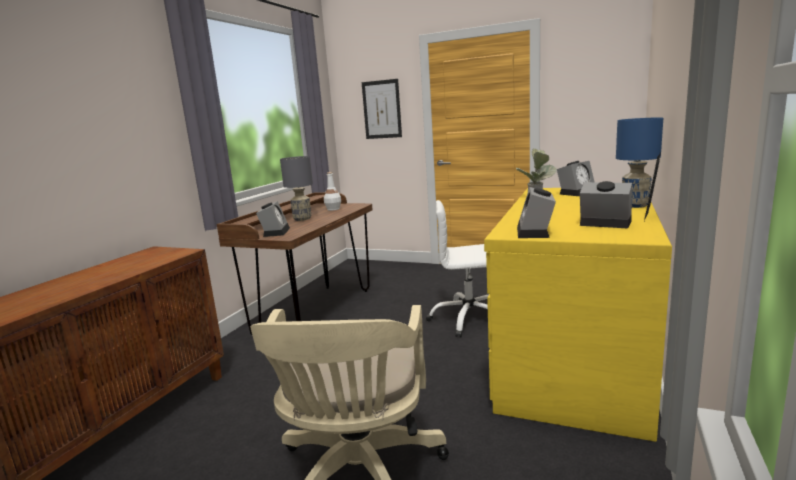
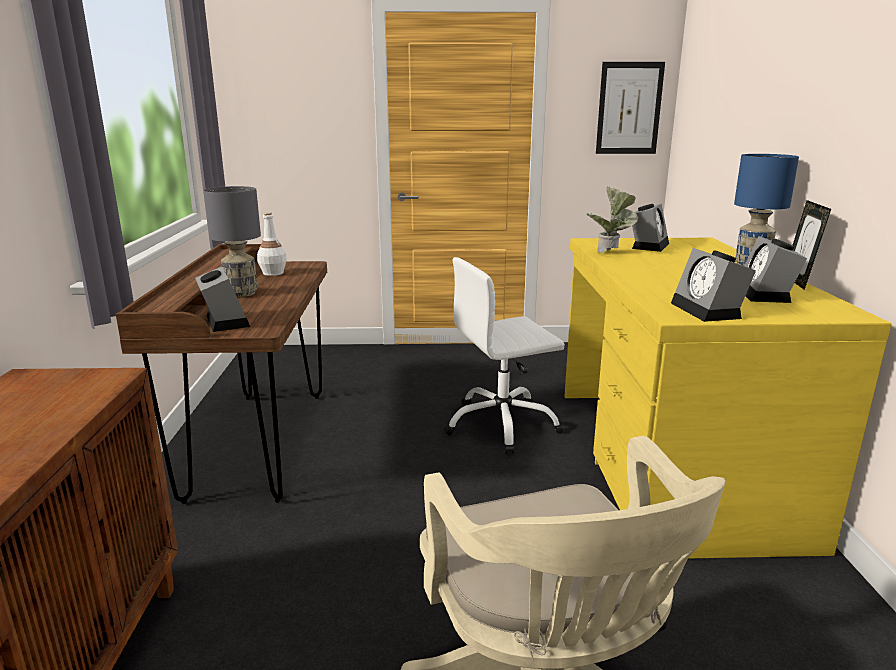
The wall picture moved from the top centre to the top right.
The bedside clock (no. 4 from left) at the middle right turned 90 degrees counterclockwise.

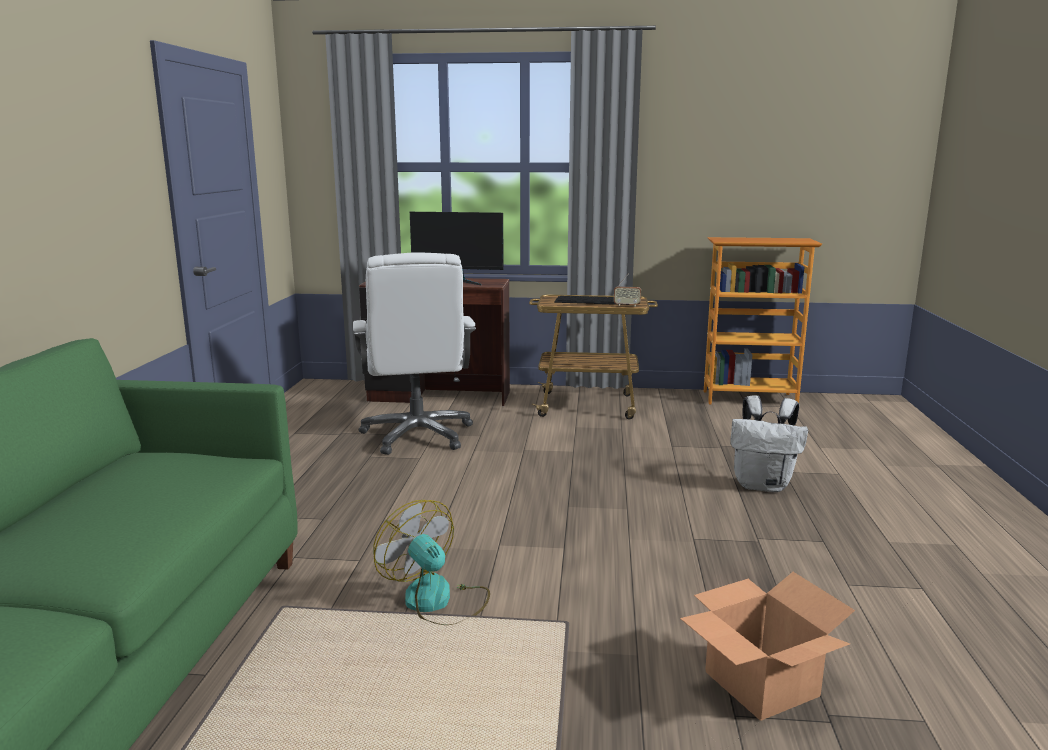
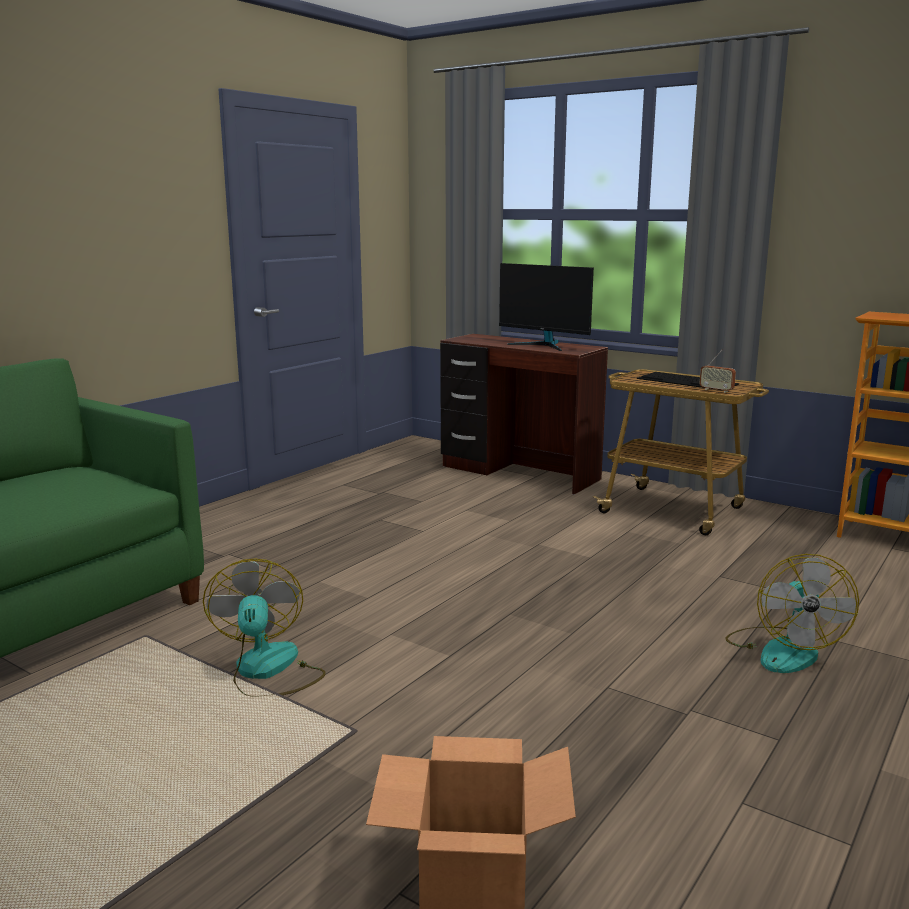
The whitish knapsack at the middle right was replaced by the fan (no. 2 from left) at the bottom right.
The whitish computer chair at the centre disappeared.

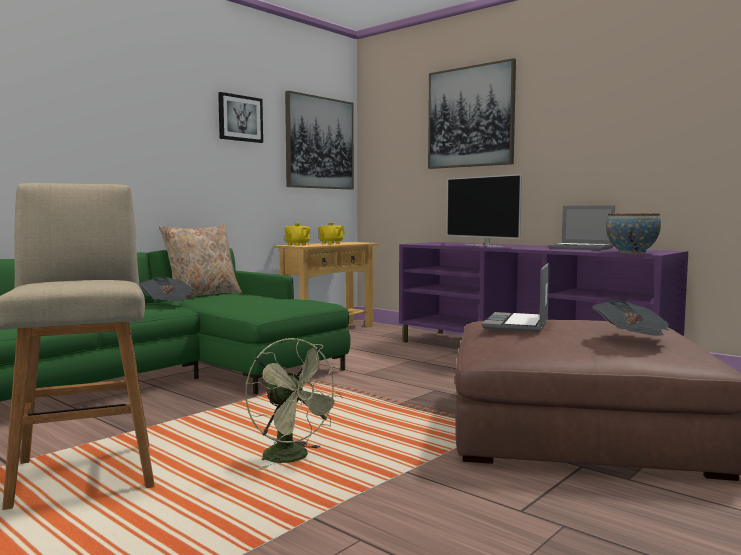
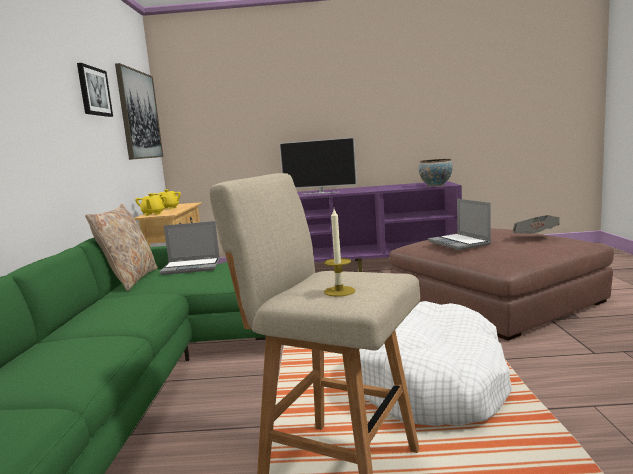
The laptop (no. 2 from left in the first image) moved from the middle right to the middle left.
The wax candle at the centre appeared.
The green-coloured fan at the bottom centre was replaced by the whitish dog cushion at the bottom right.
The daily paper (no. 1 from left) at the middle left disappeared.
The wall picture (no. 3 from left) at the top centre disappeared.

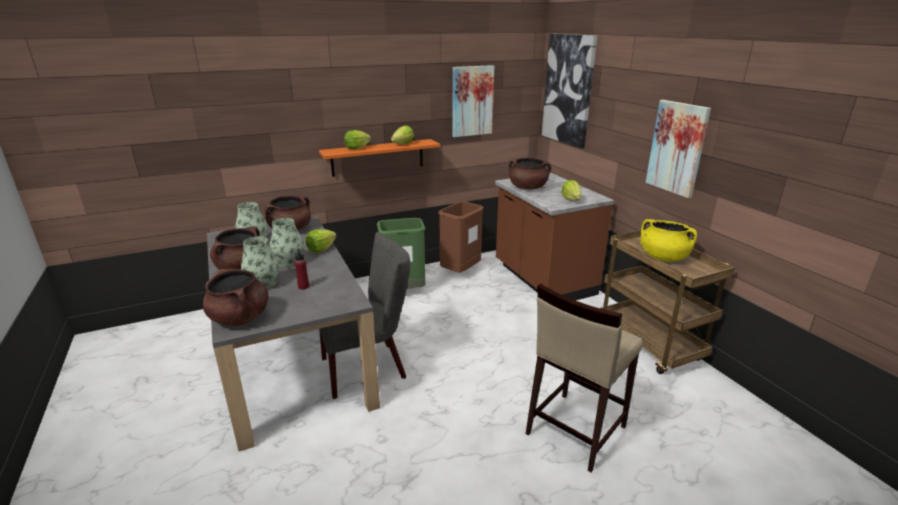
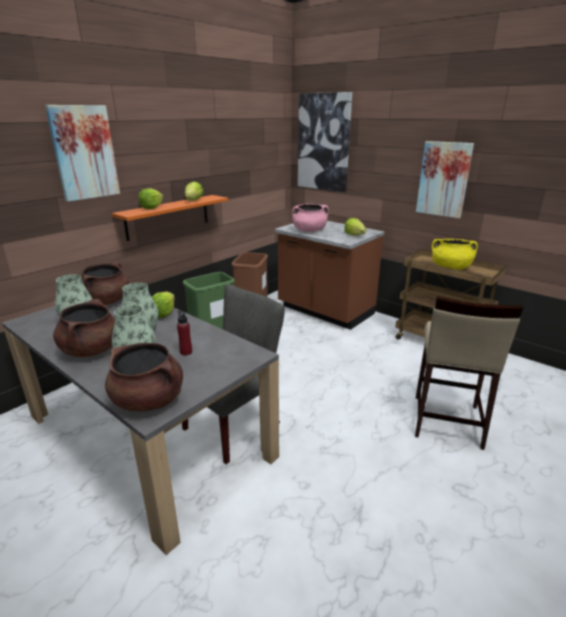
The wall picture (no. 1 from left) moved from the top centre to the top left.
The brownish saucepot (no. 4 from left) at the centre became the pinkish saucepot at the centre.

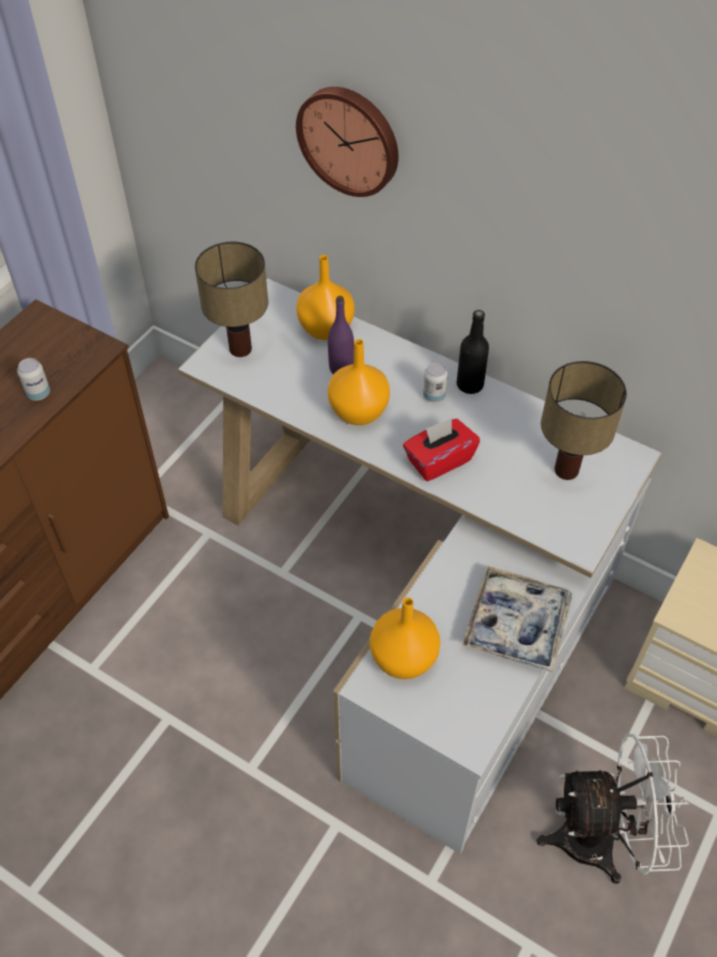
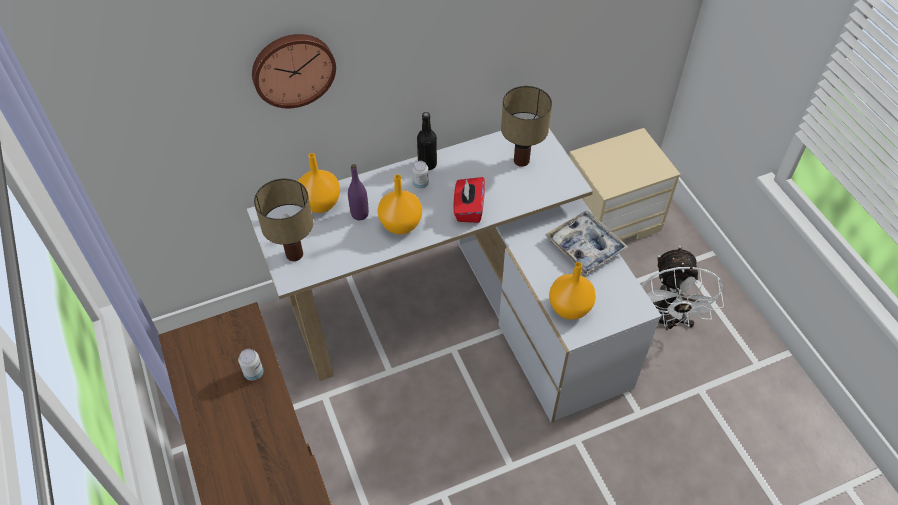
The whitish fan at the bottom right turned 150 degrees clockwise.

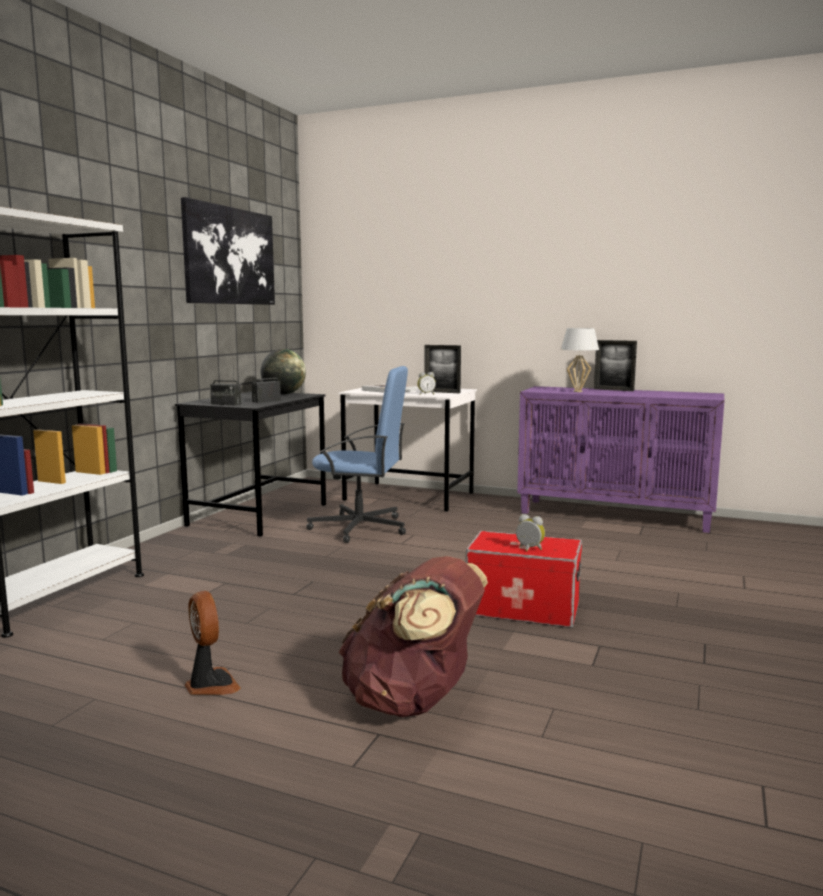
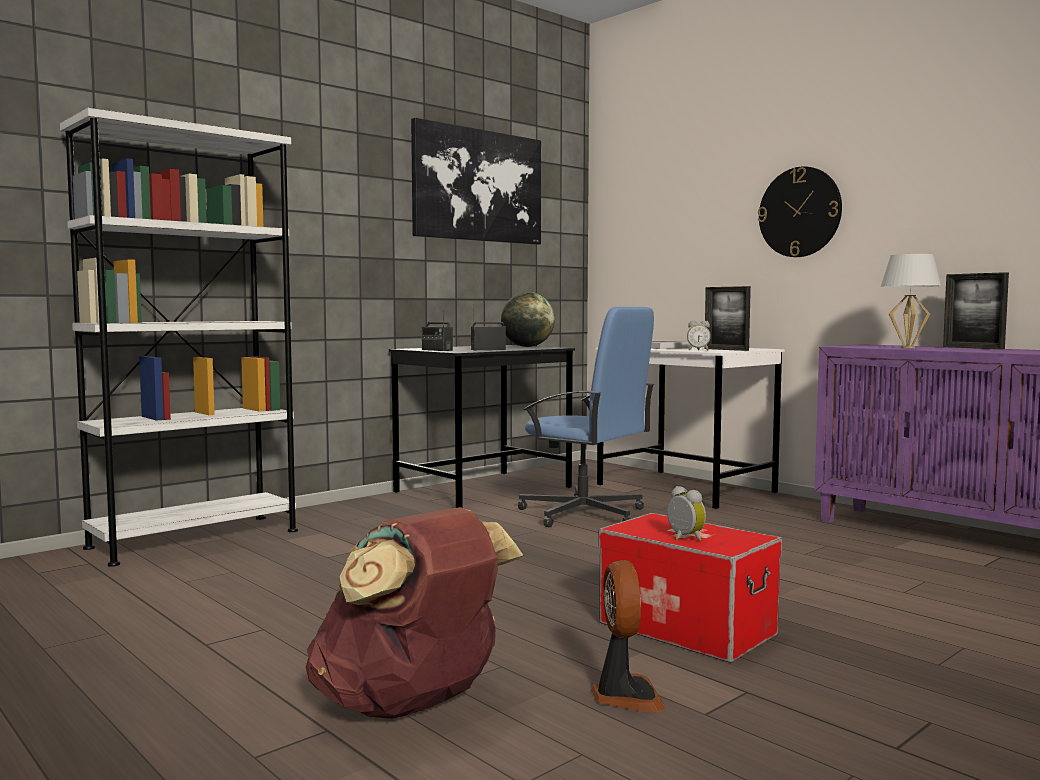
The fan moved from the bottom left to the bottom centre.
The wall clock at the top right appeared.

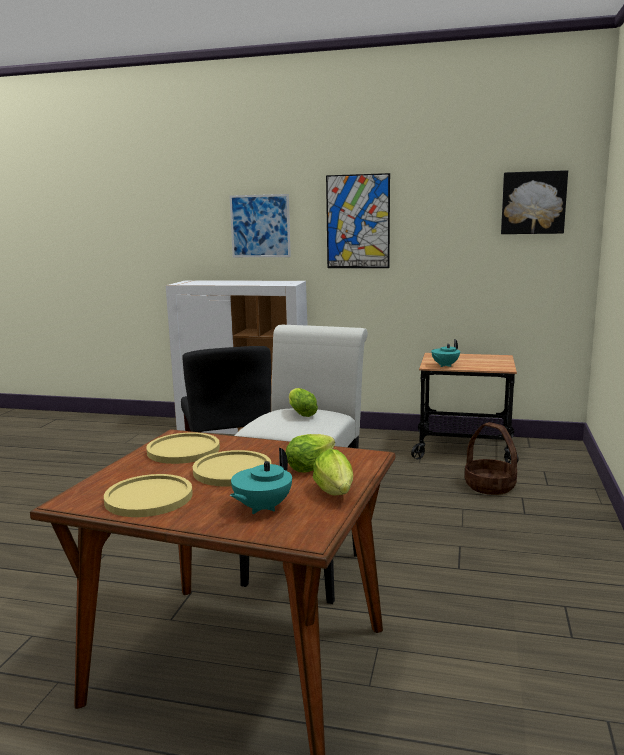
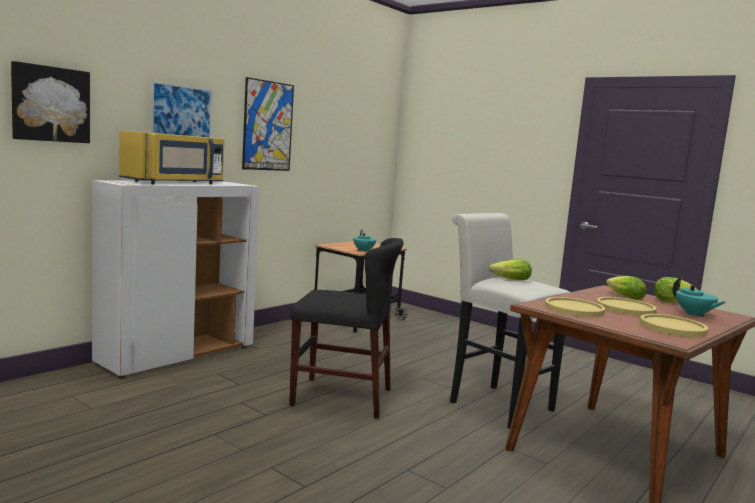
The wall picture (no. 3 from left in the first image) moved from the top right to the top left.
The yellow-coloured microwave oven at the top left appeared.
The storage basket at the middle right disappeared.

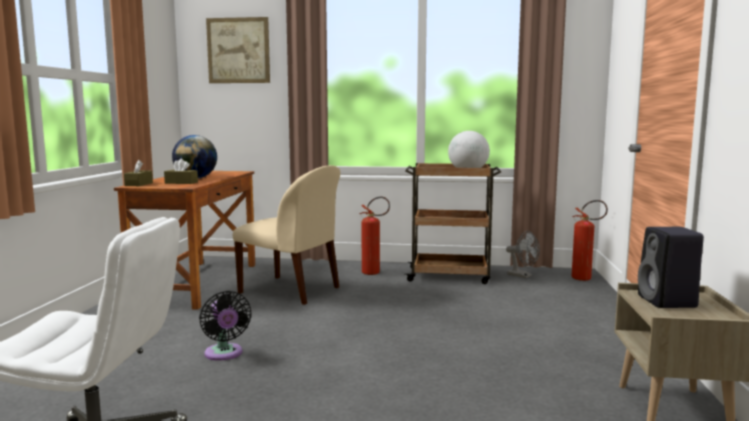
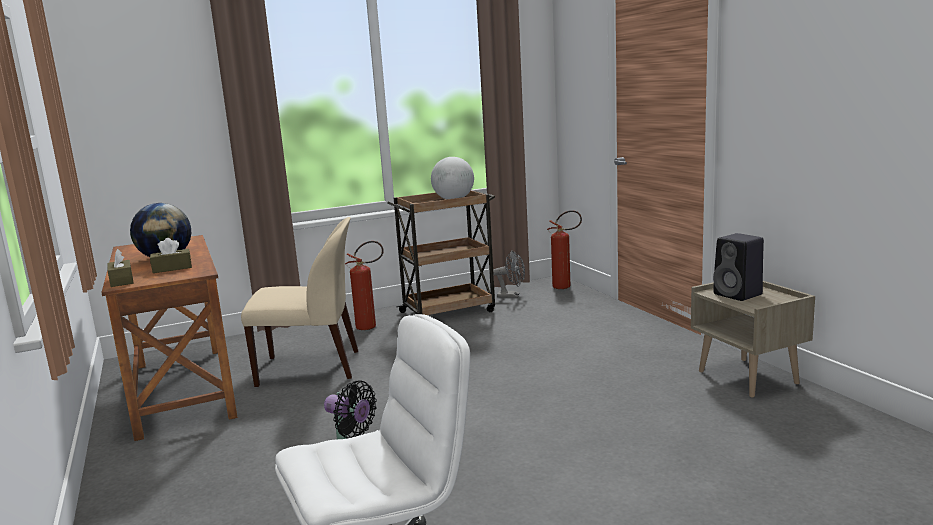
The wall picture at the top left disappeared.

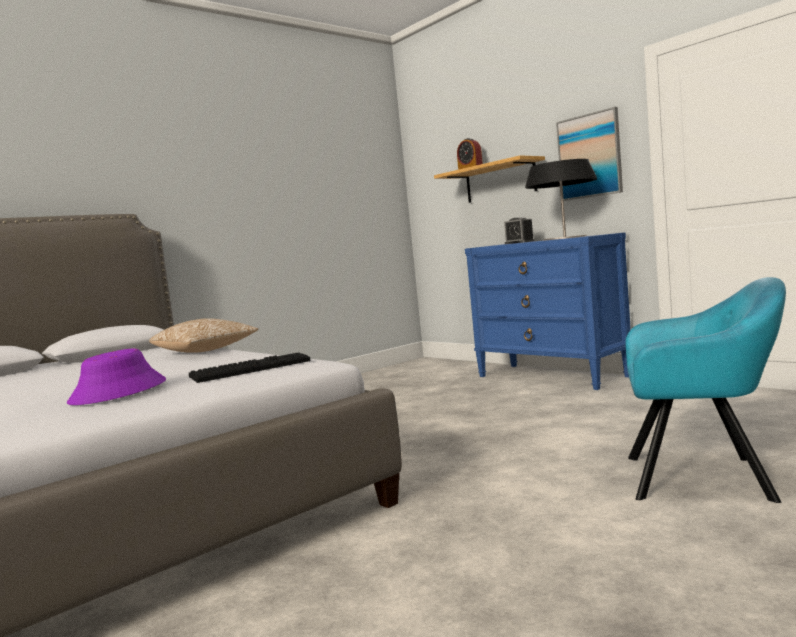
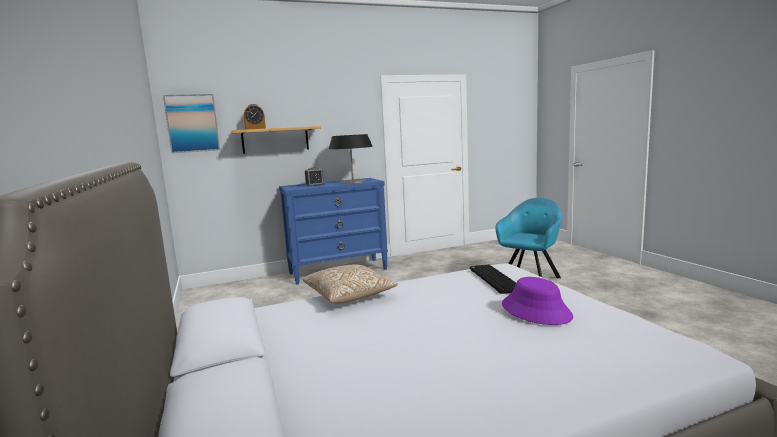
The wall picture moved from the top right to the top left.

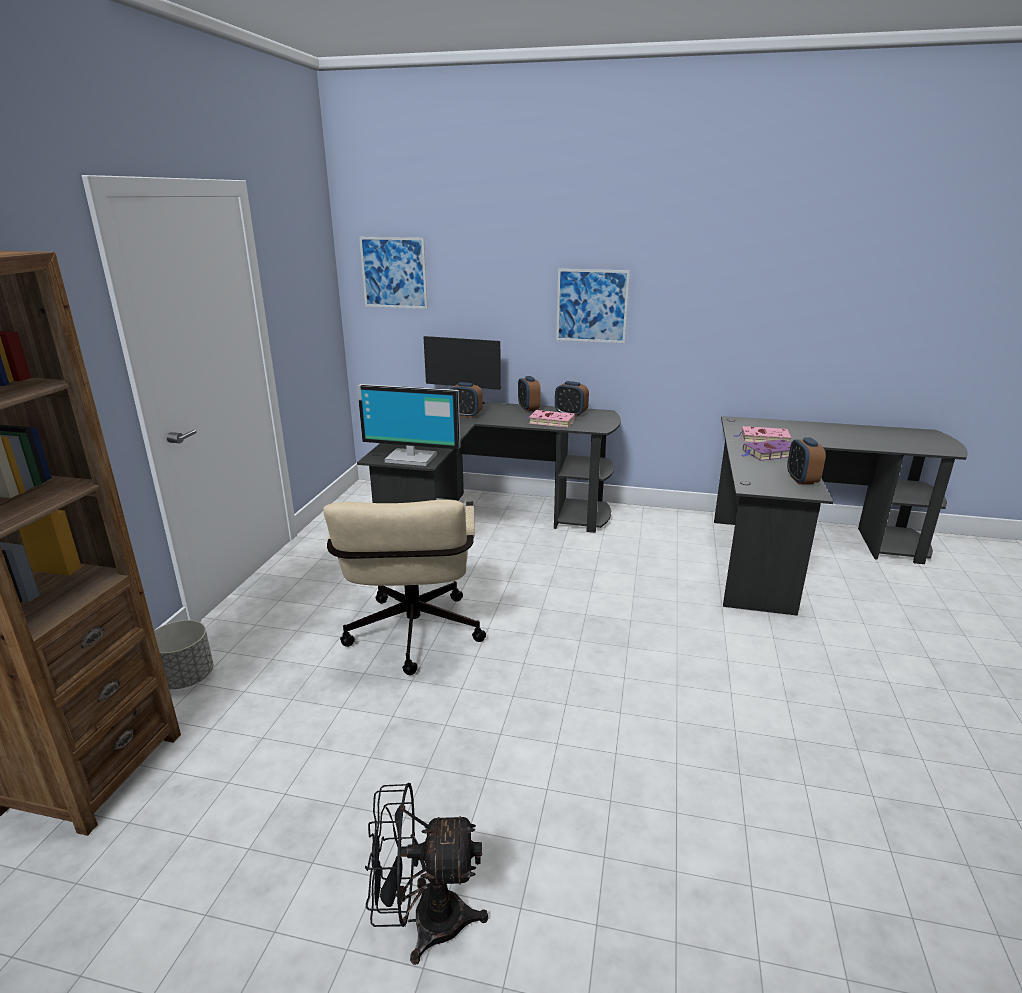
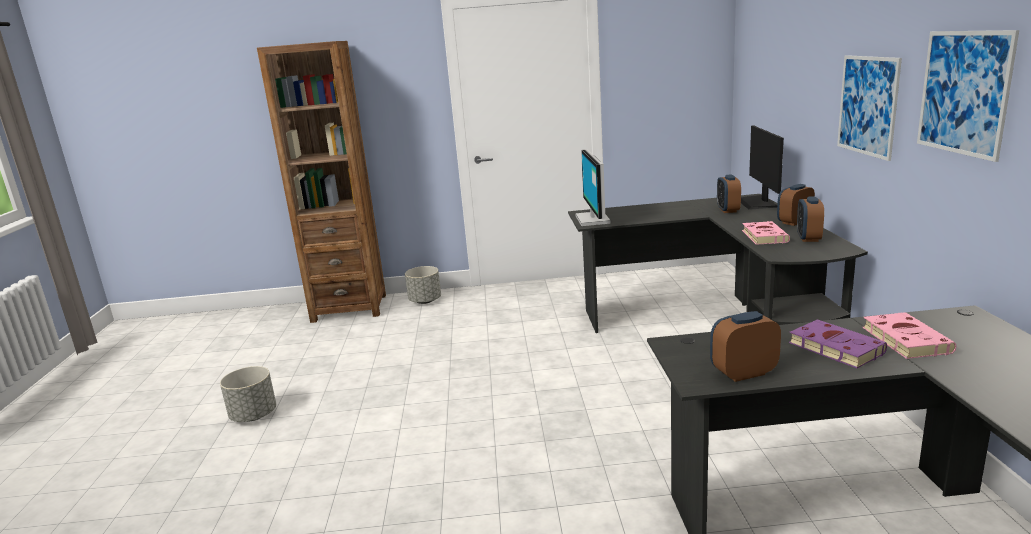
The blackish fan at the bottom centre was replaced by the grey plant pot (no. 1 from left) at the bottom left.
The wall picture (no. 1 from left in the first image) moved from the top centre to the top right.
The sand-coloured computer chair at the centre disappeared.

